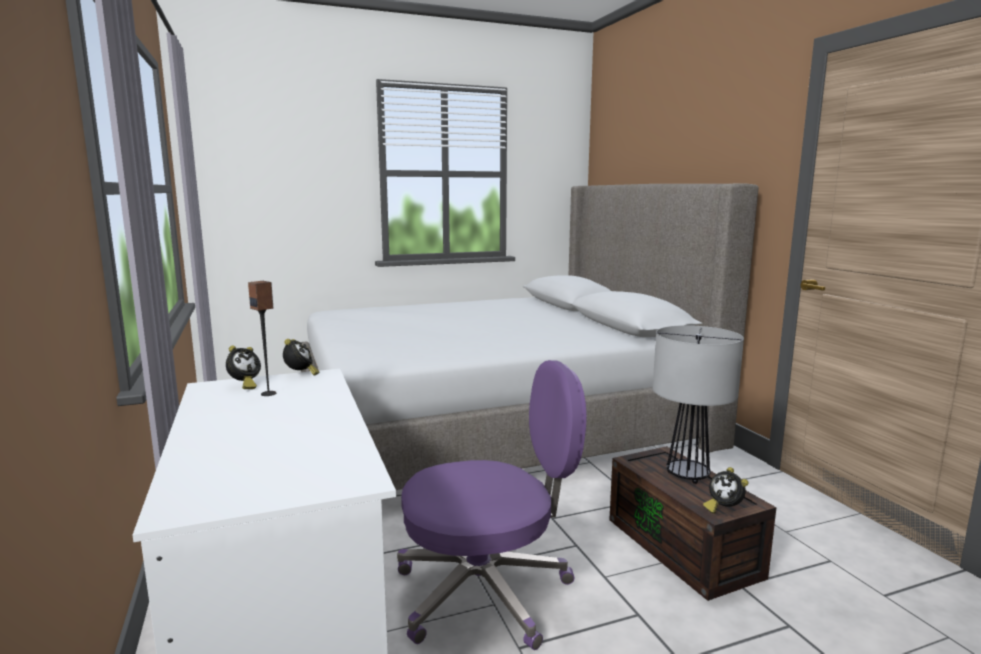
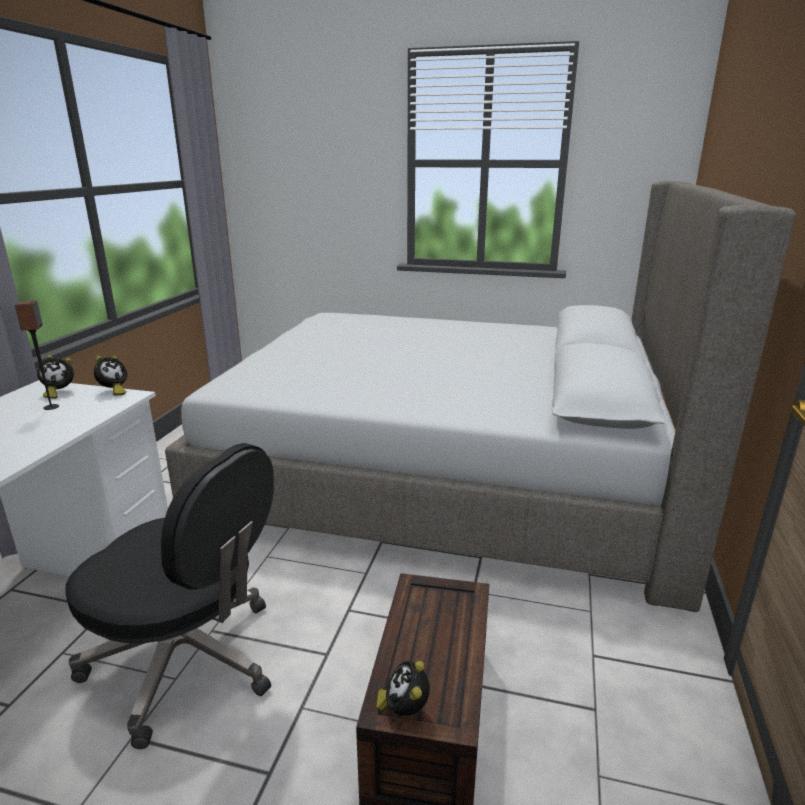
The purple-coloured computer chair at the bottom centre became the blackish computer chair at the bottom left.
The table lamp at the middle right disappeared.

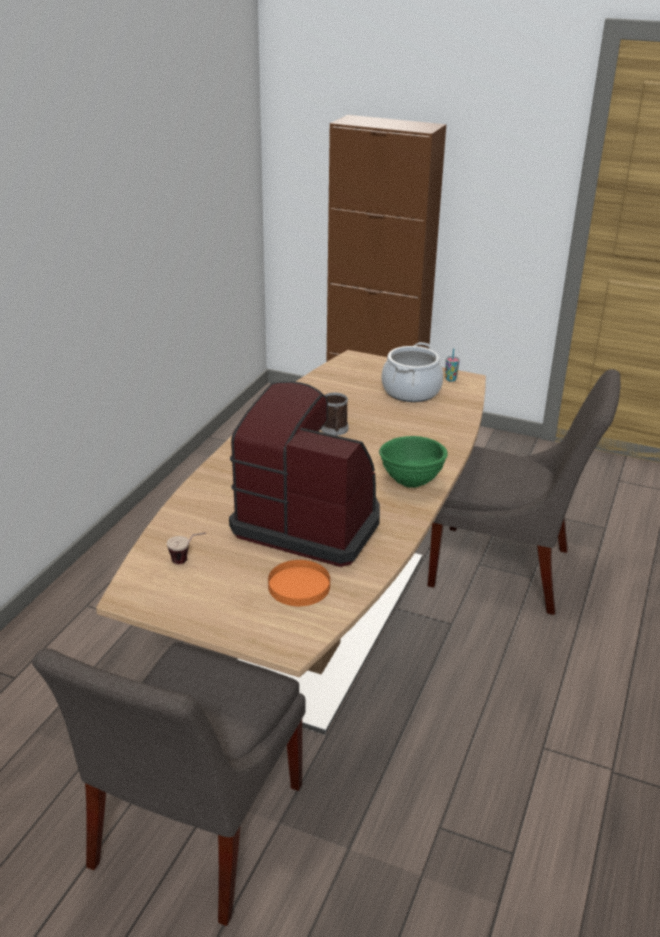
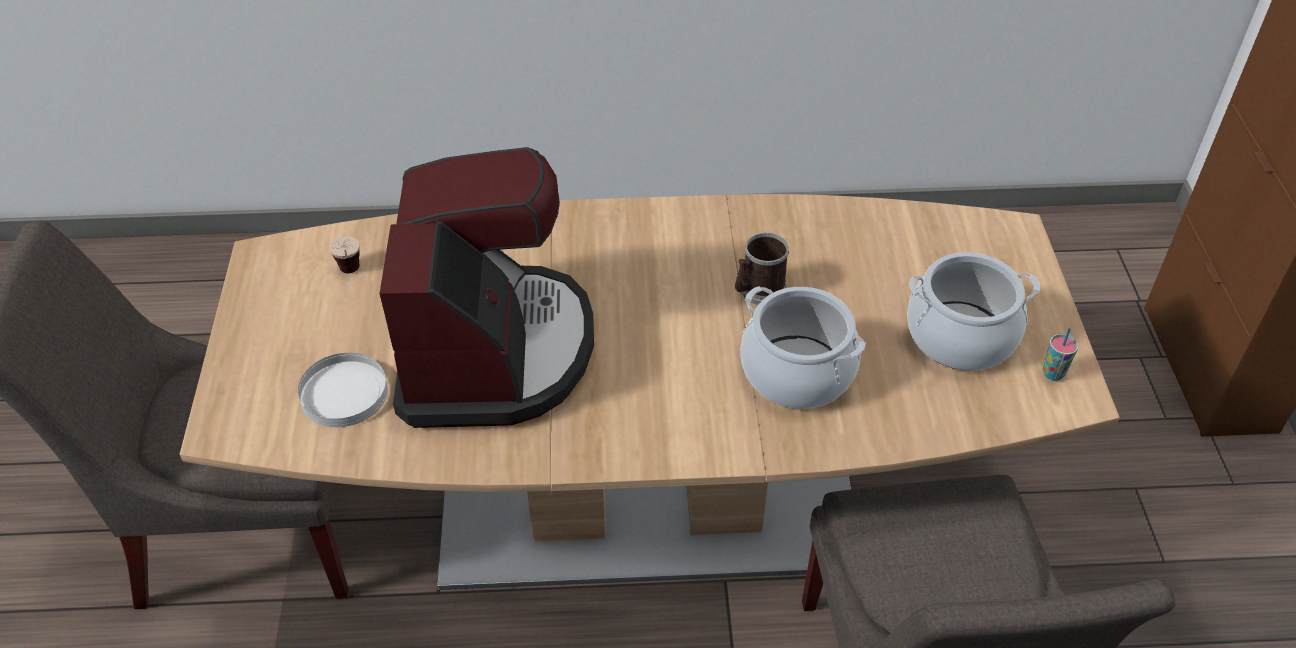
The orange-coloured plate at the centre became the whitish plate at the middle left.
The saucepot (no. 1 from left) at the centre appeared.
The green-coloured serving bowl at the centre disappeared.

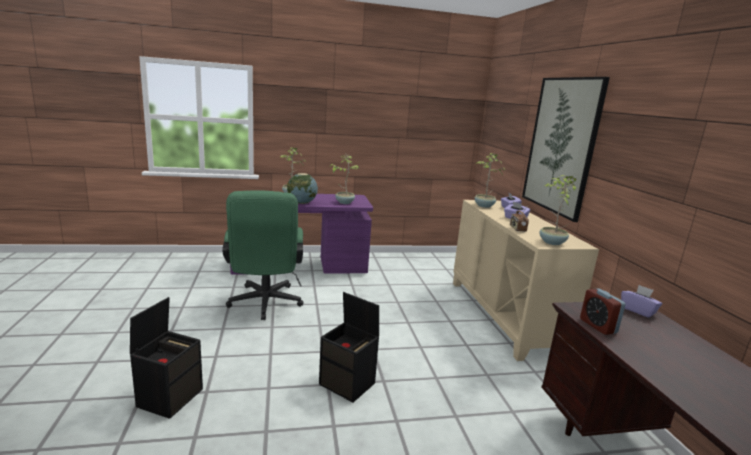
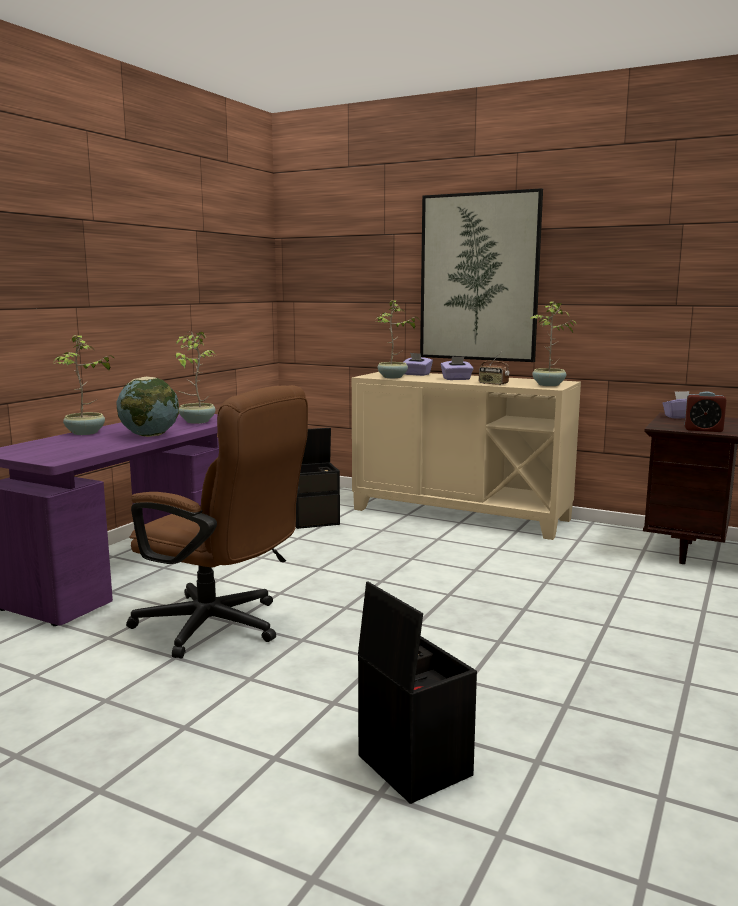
The green-coloured computer chair at the centre became the brownish computer chair at the middle left.
The blackish storage bin (no. 2 from left in the first image) moved from the bottom centre to the centre.

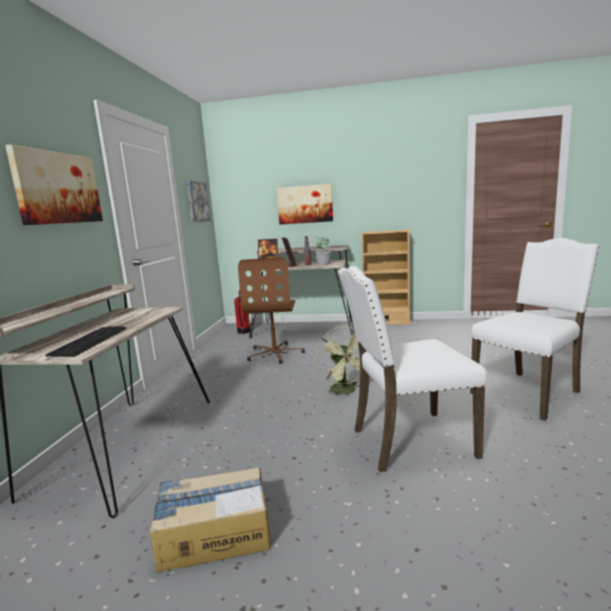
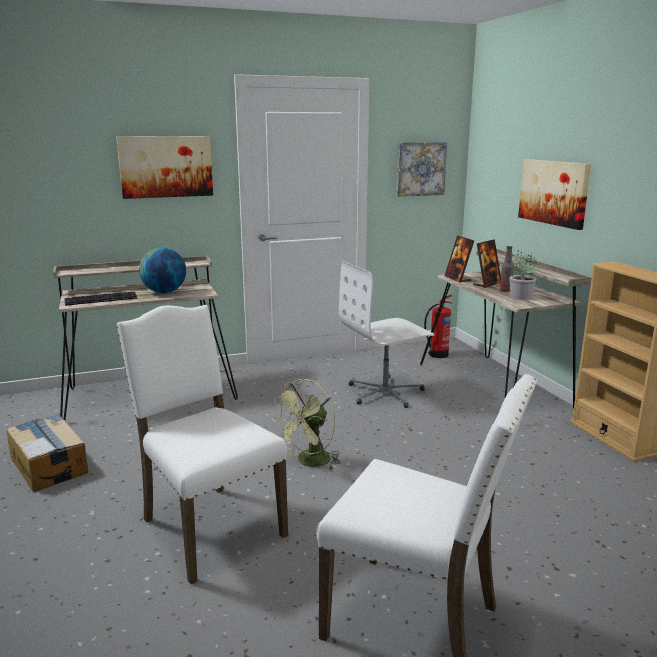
The world globe at the middle left appeared.
The brownish computer chair at the centre became the whitish computer chair at the centre.

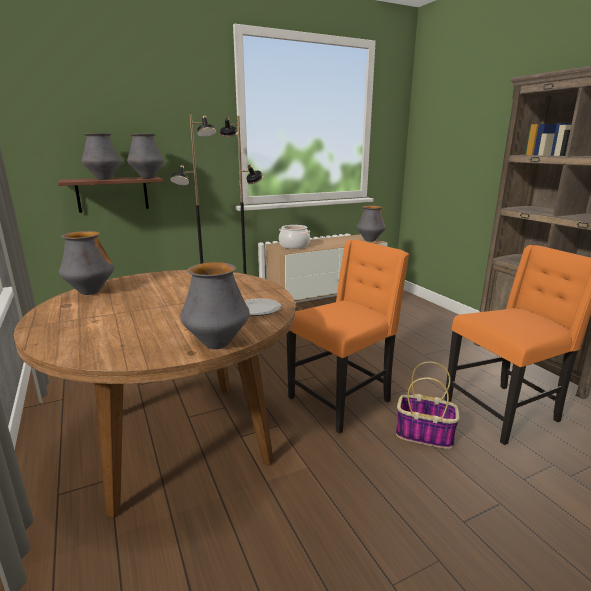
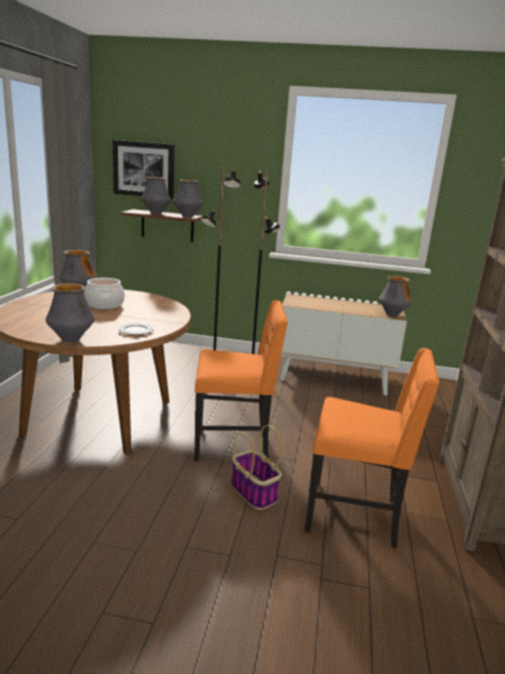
The saucepot moved from the centre to the middle left.
The wall picture at the top left appeared.

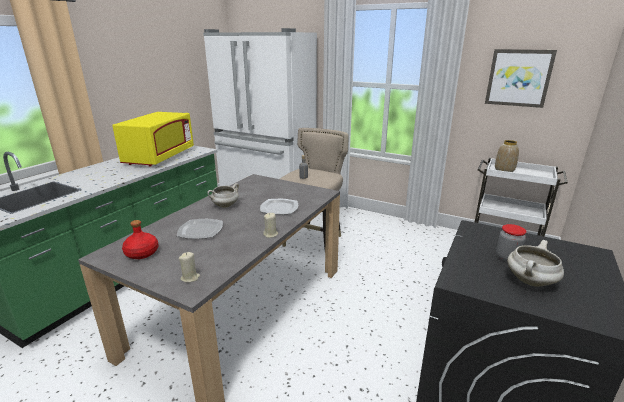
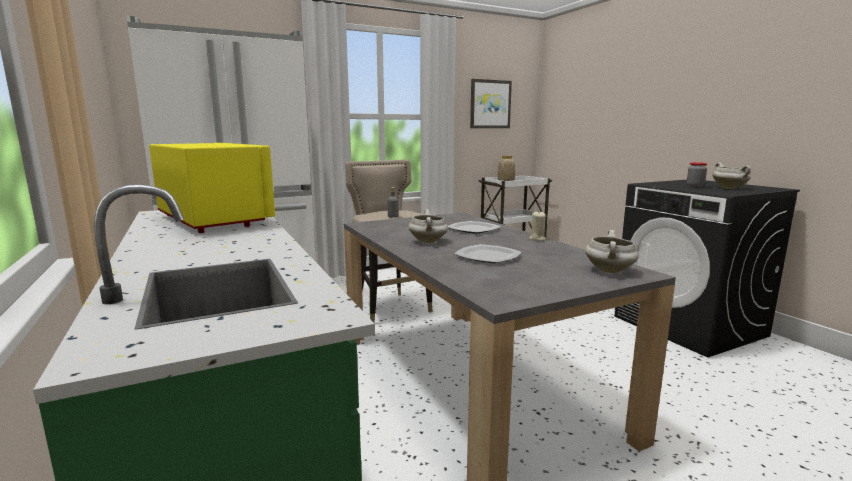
The sand-coloured wax candle (no. 1 from left) at the middle left was replaced by the whitish saucepot (no. 2 from left) at the middle right.
The red-coloured bottle at the middle left disappeared.

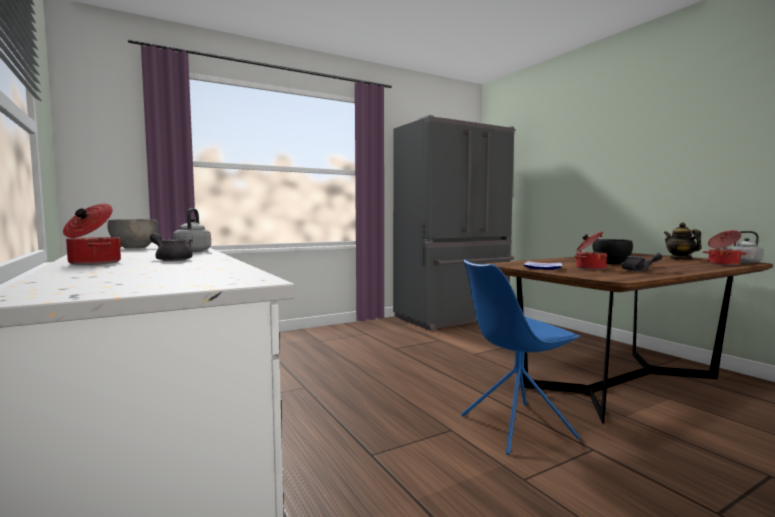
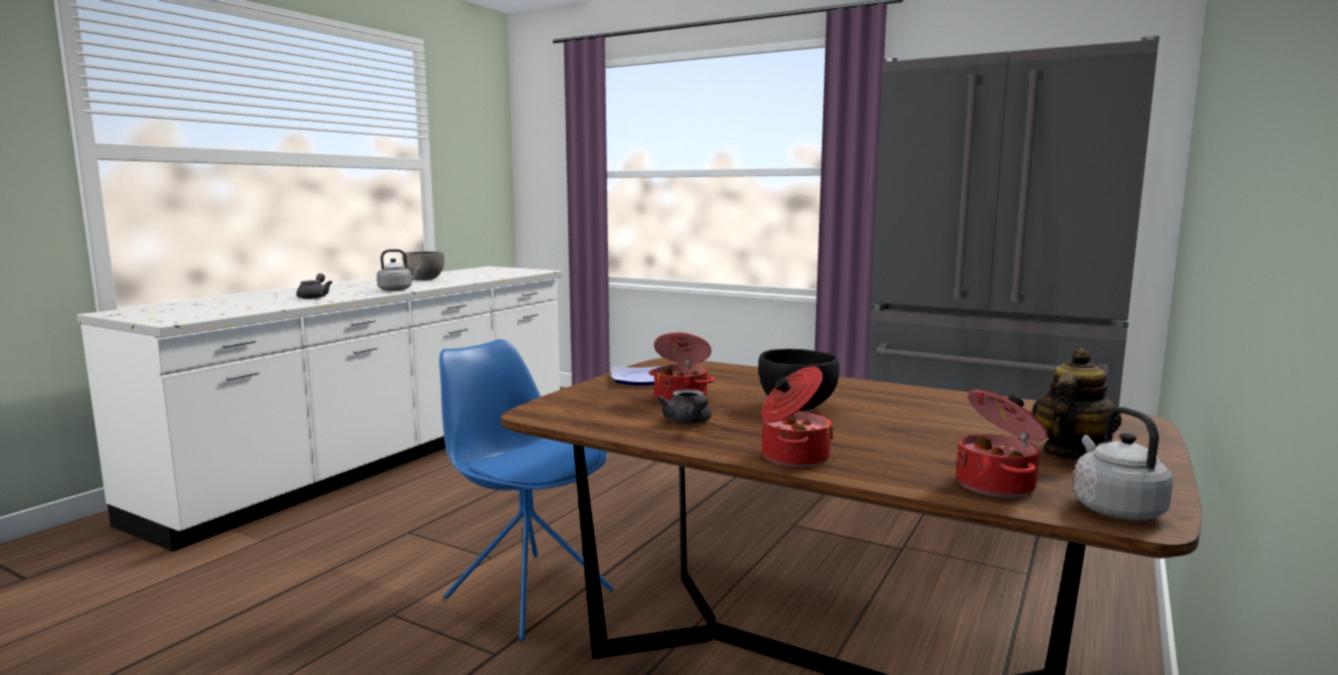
The saucepot (no. 1 from left in the first image) moved from the middle left to the centre.

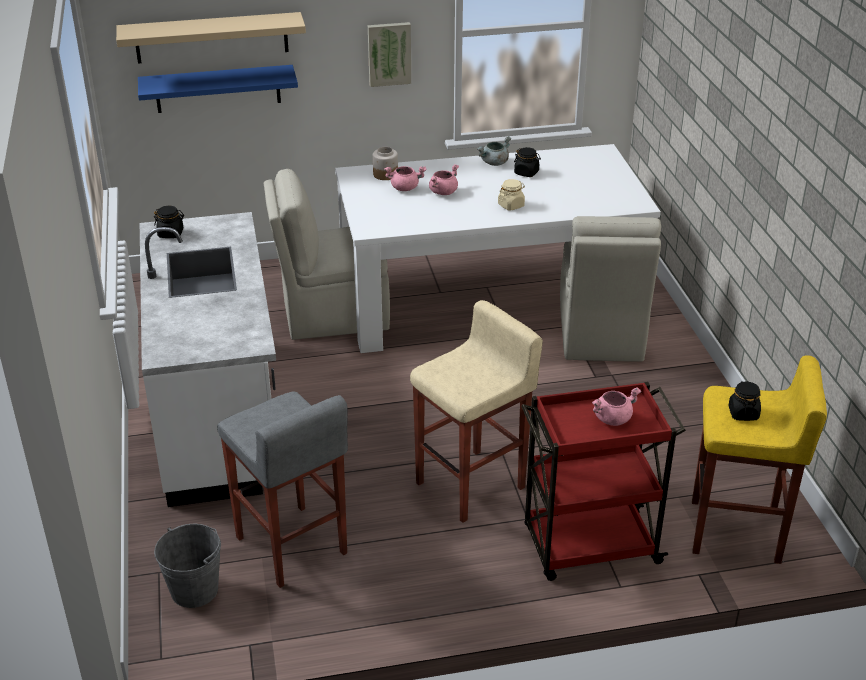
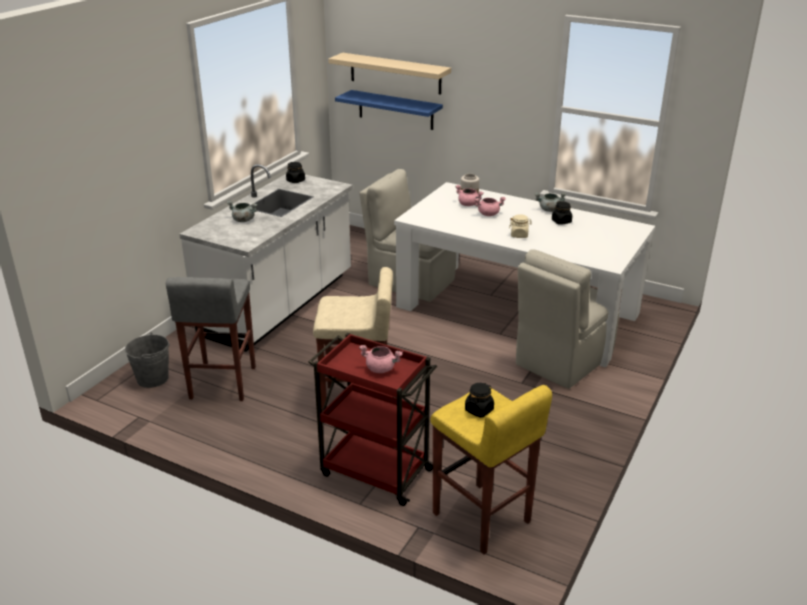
The grey saucepot (no. 1 from left) at the middle left appeared.
The wall picture at the top centre disappeared.

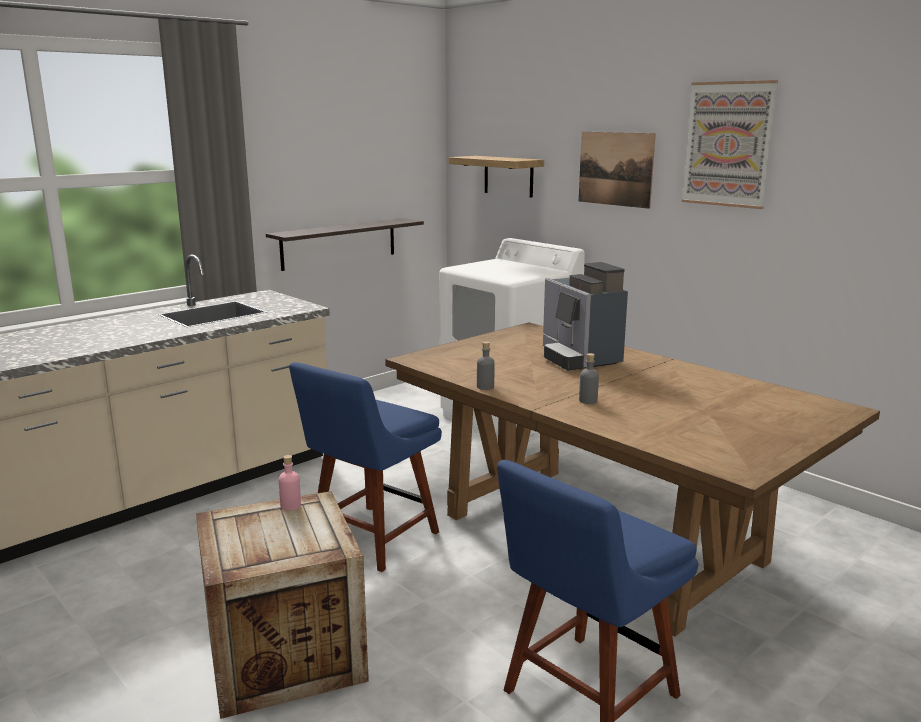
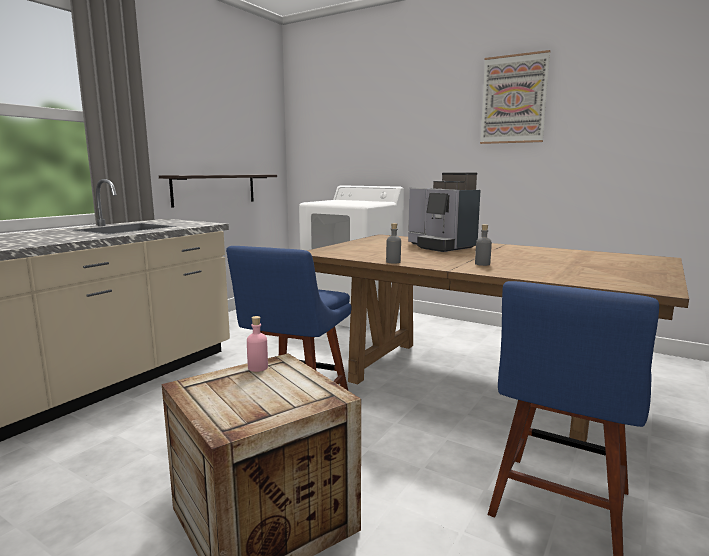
The bracket shelf (no. 2 from left) at the top centre disappeared.
The wall picture (no. 1 from left) at the top right disappeared.

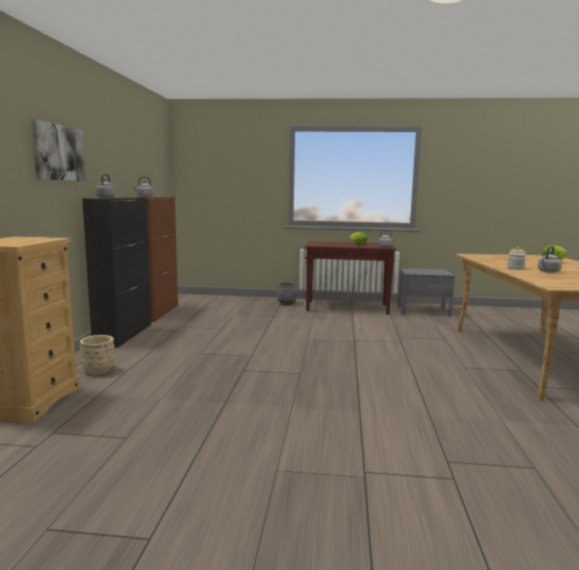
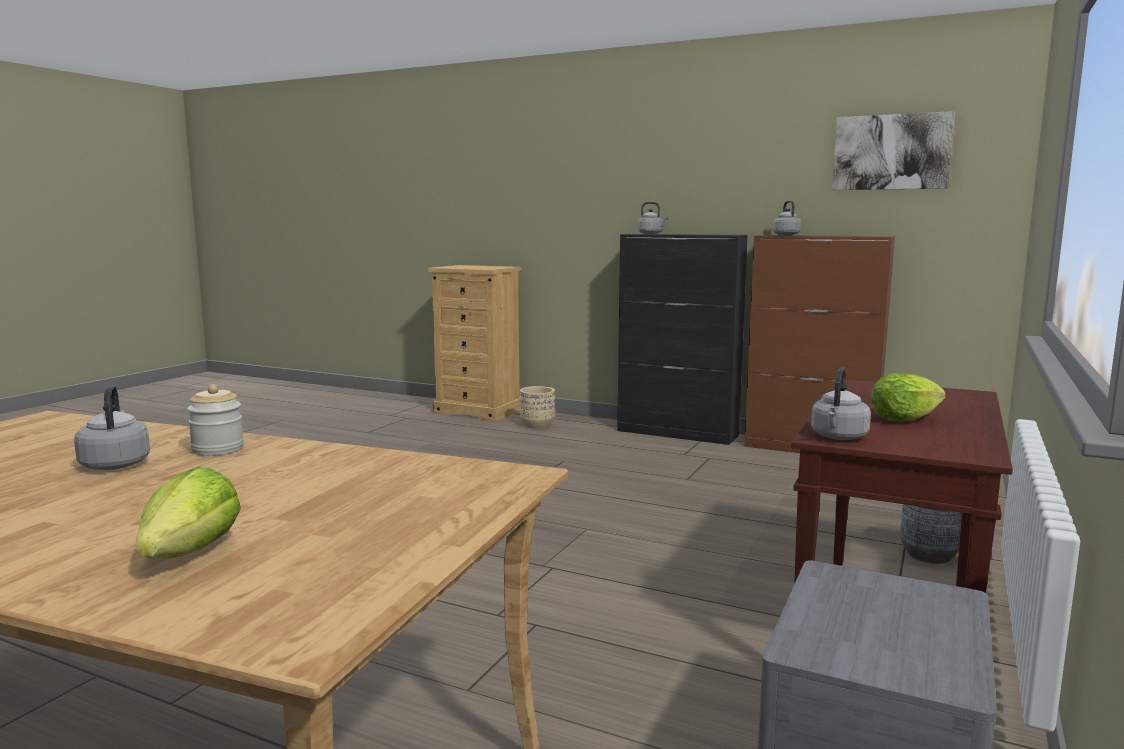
The wall picture moved from the top left to the top right.

